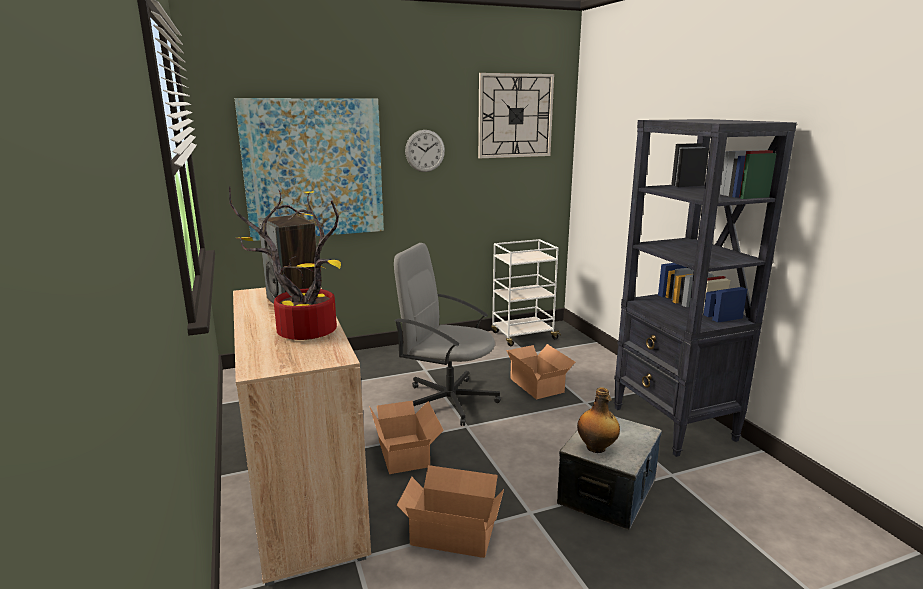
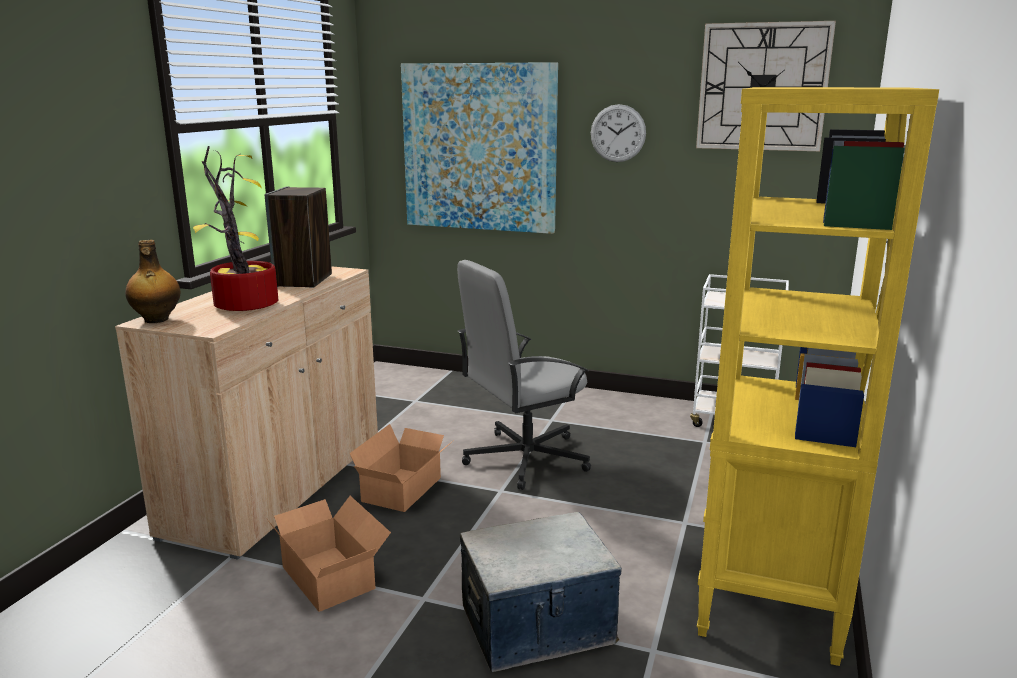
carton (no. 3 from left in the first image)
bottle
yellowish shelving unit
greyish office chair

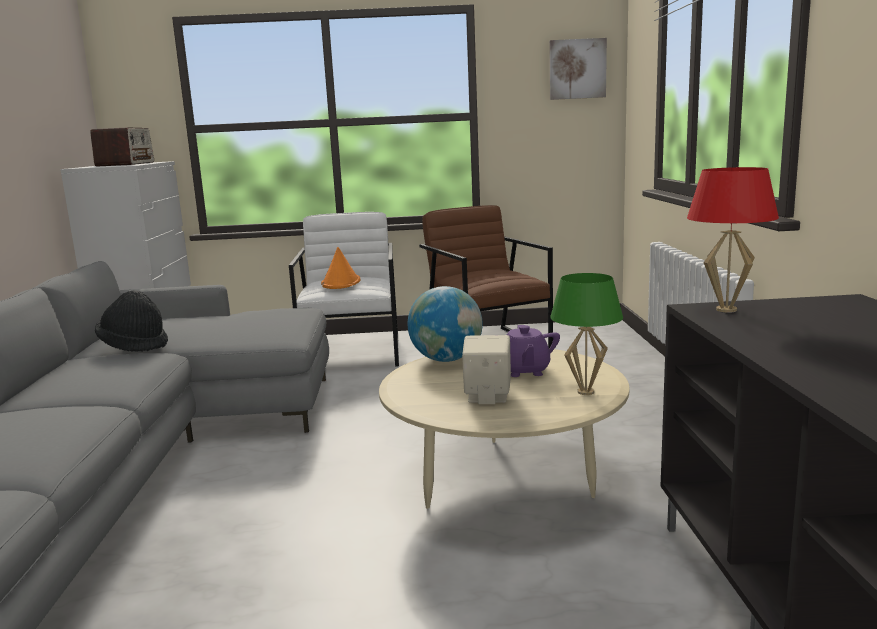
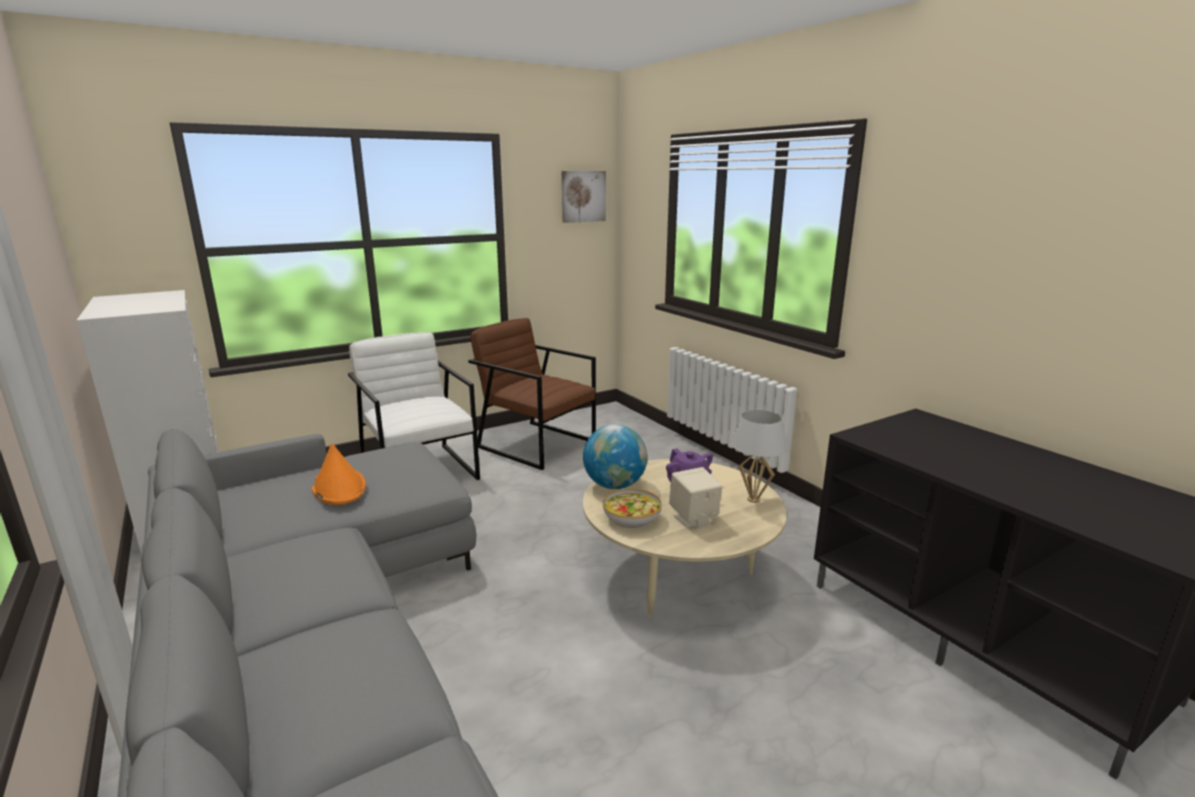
radio receiver
black-coloured hat
red-coloured lamp for a table
deep dish
orangey hat
white-coloured lamp for a table

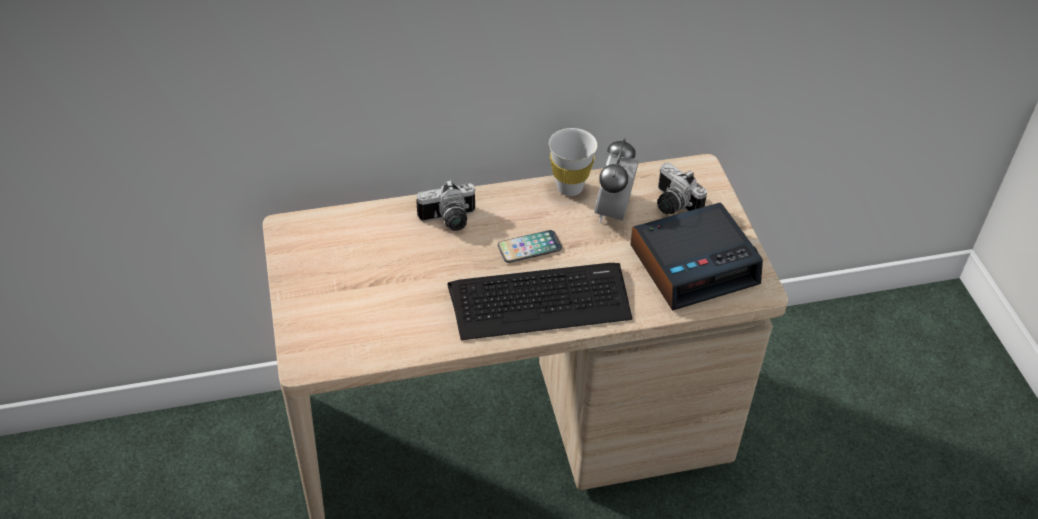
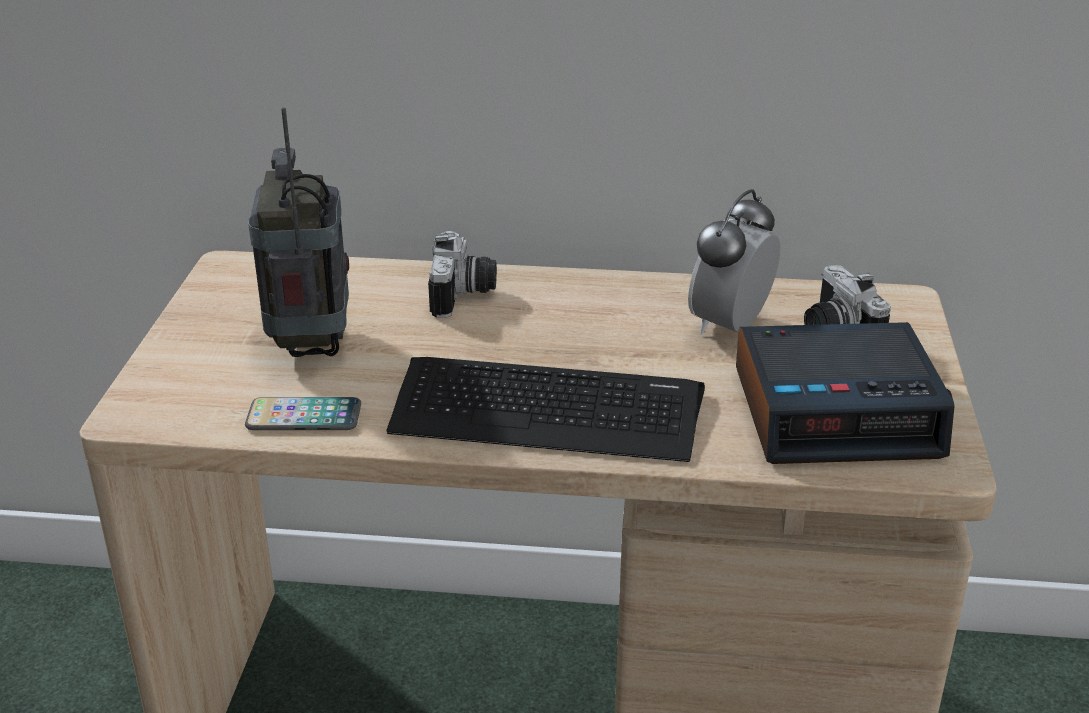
white-coloured cup
radio receiver
phone
still camera (no. 1 from left)

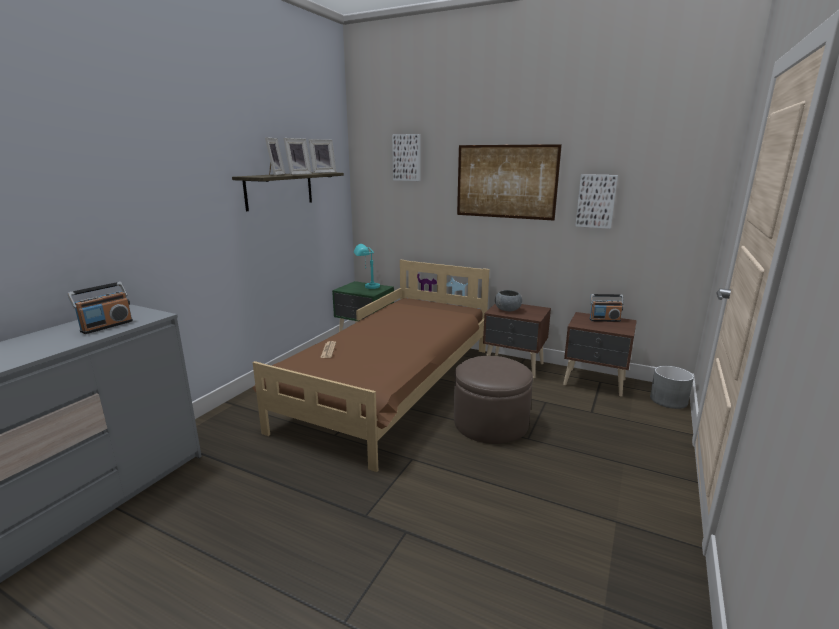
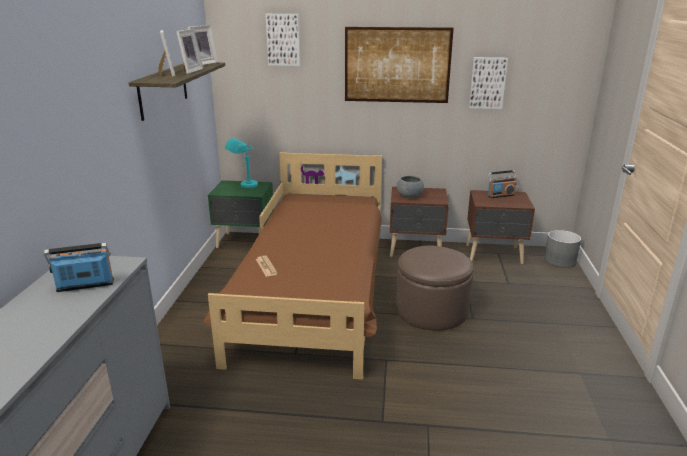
radio receiver (no. 1 from left)

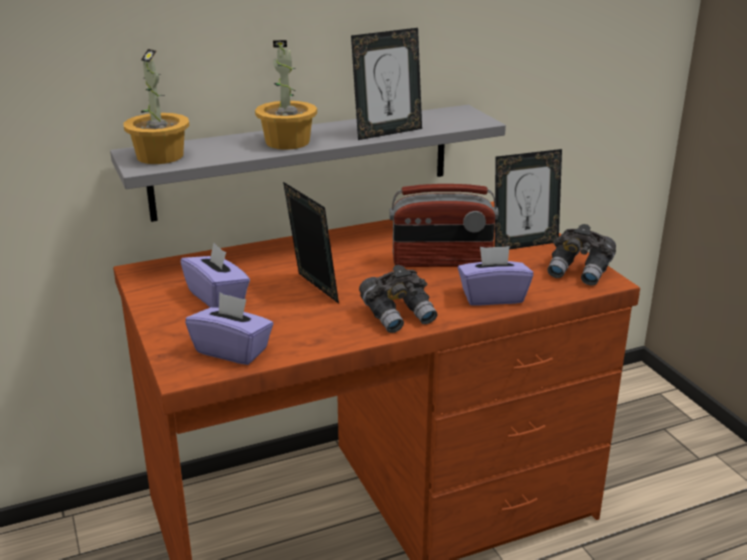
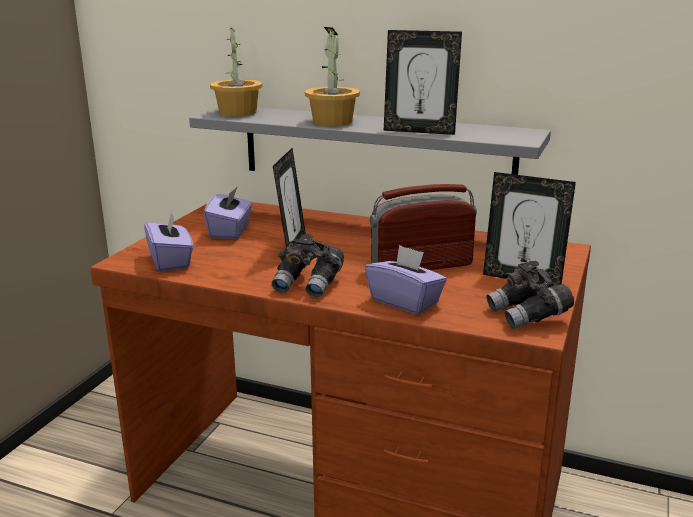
radio receiver

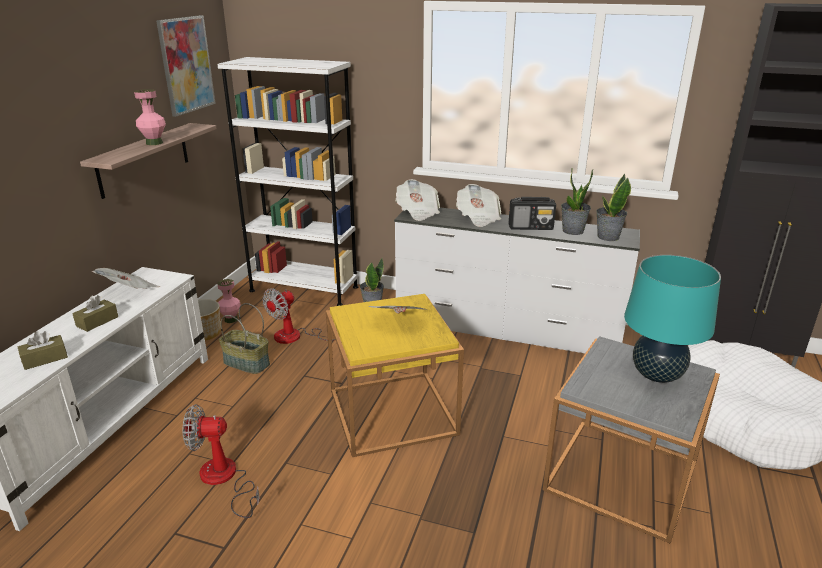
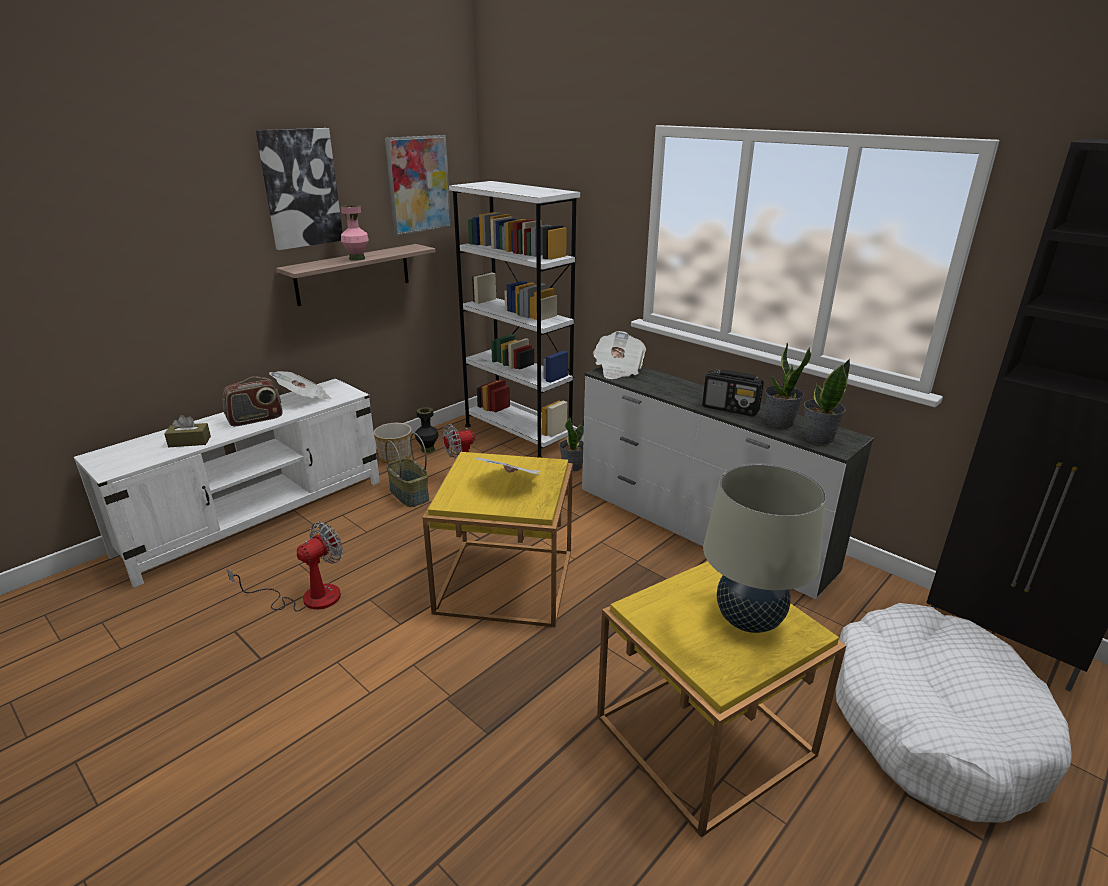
newspaper (no. 4 from left in the first image)
wall picture (no. 1 from left)
radio receiver (no. 1 from left)
black-coloured decorative vase
yellowish accent table (no. 2 from left)
beige-coloured lamp for a table
electric fan (no. 1 from left)

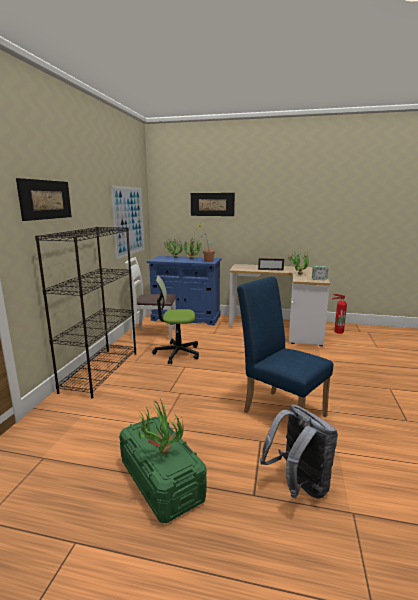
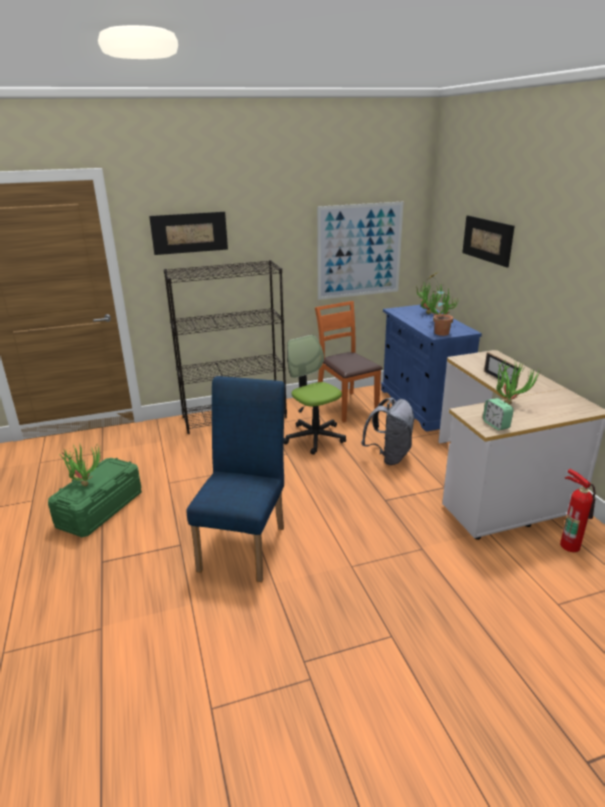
greyish rucksack
orangey plain chair

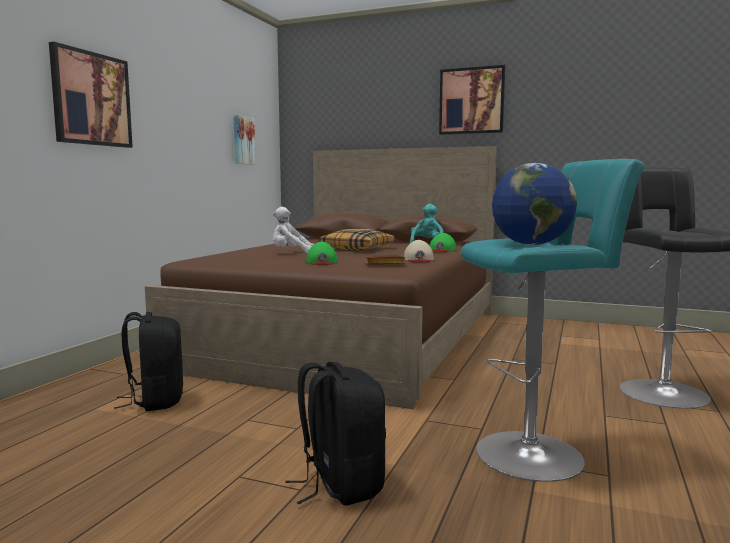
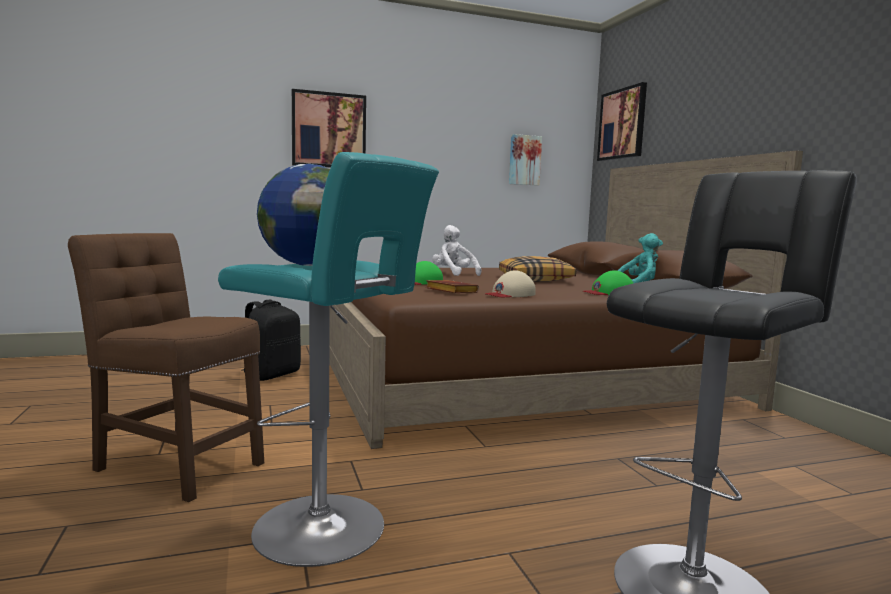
wall picture (no. 3 from left)
brownish plain chair

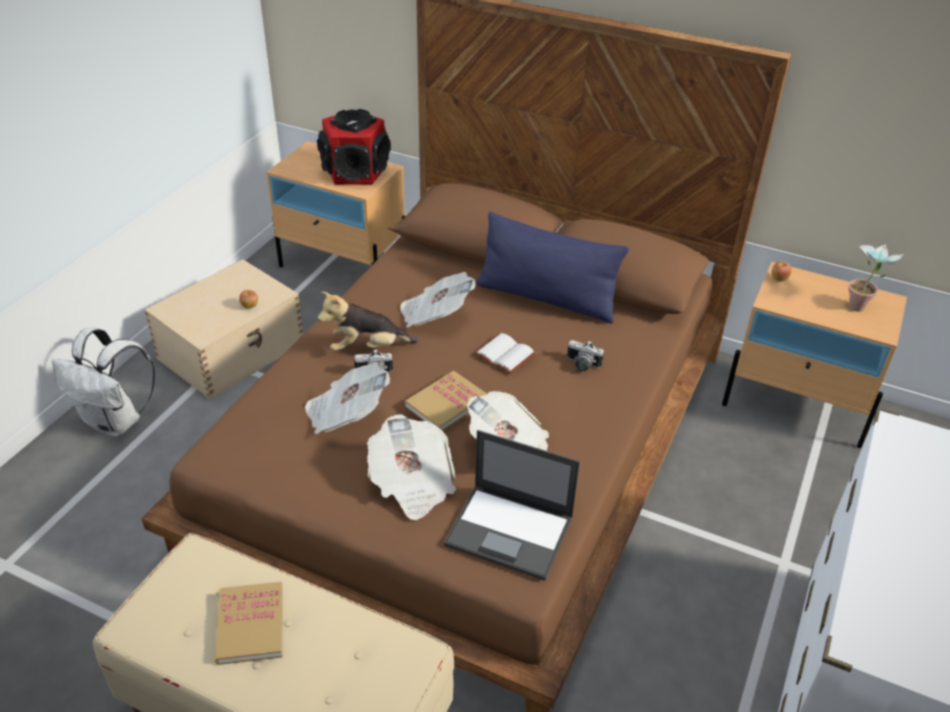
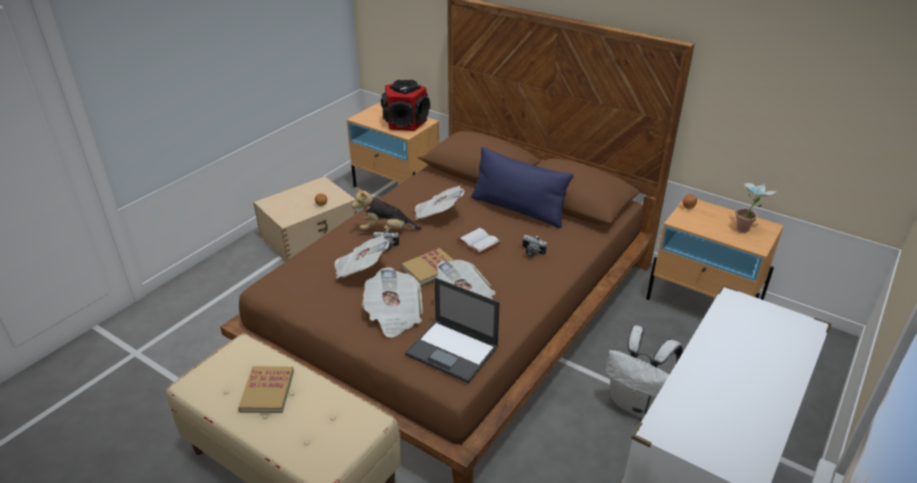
white-coloured rucksack

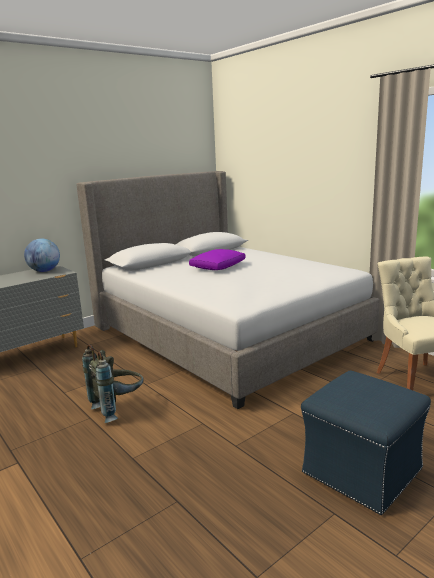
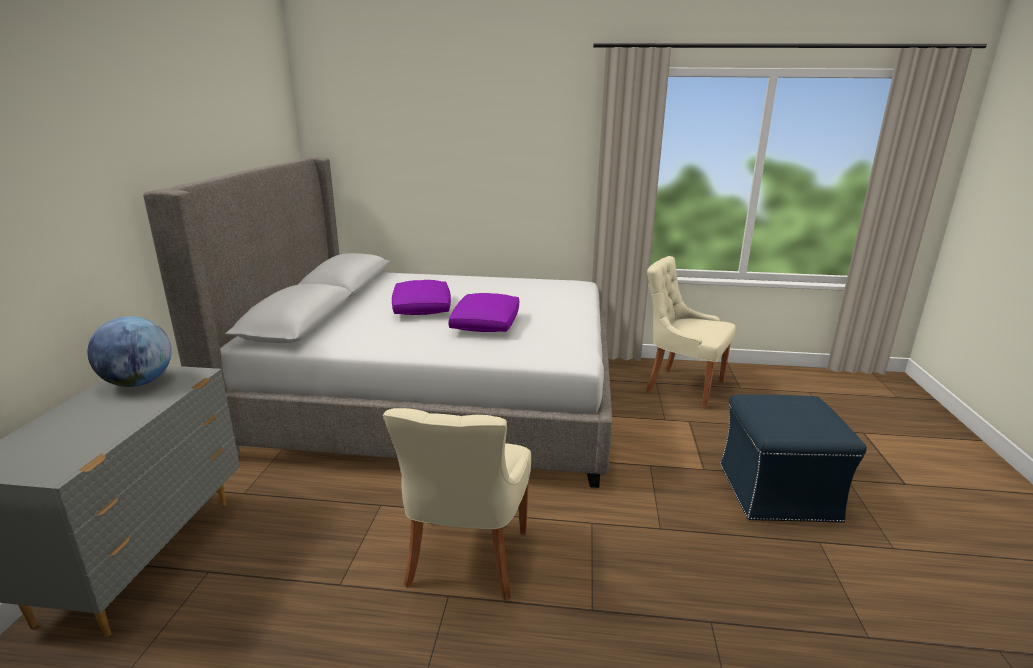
purple-coloured pillow (no. 2 from left)
beige-coloured plain chair (no. 1 from left)

